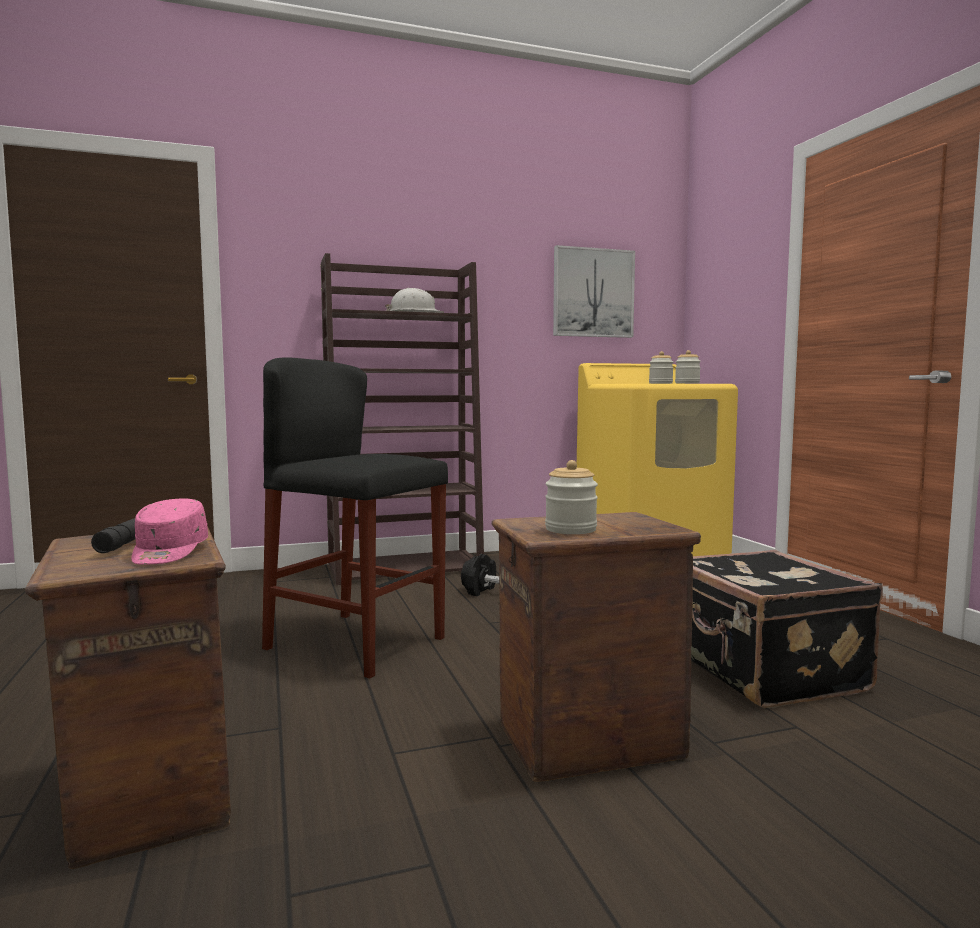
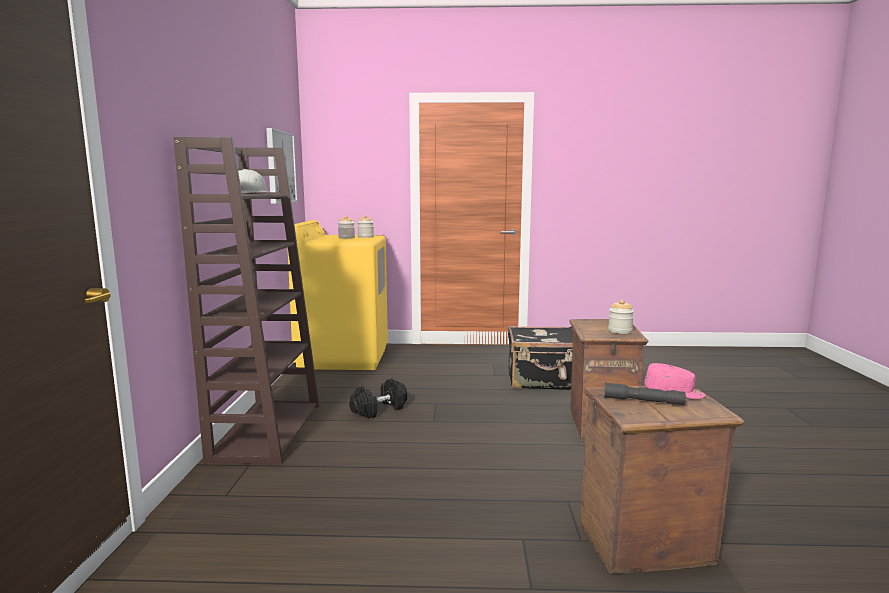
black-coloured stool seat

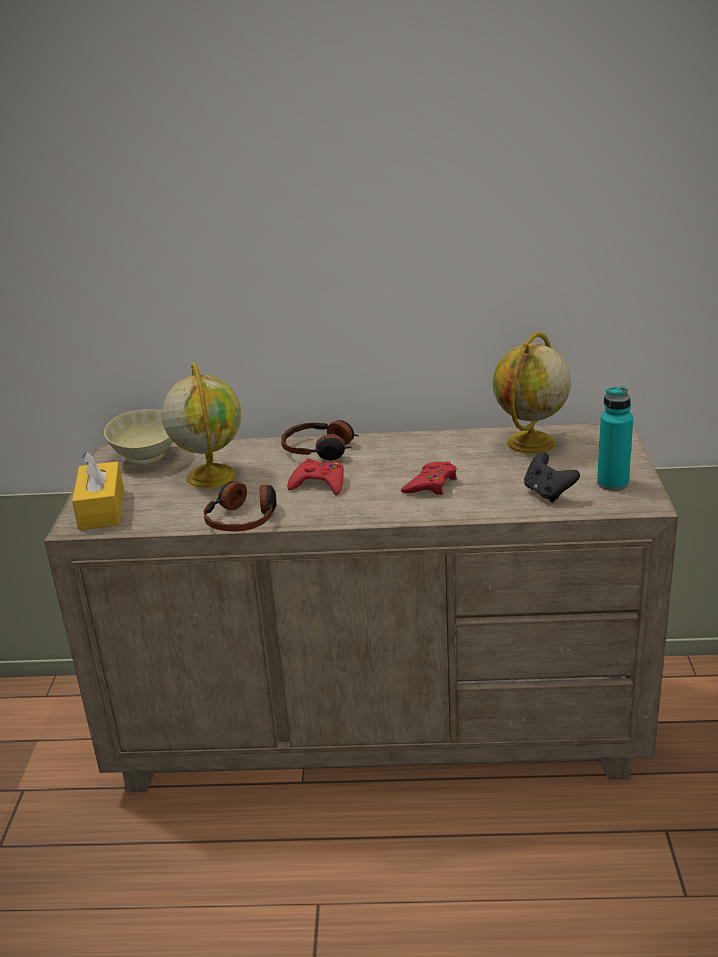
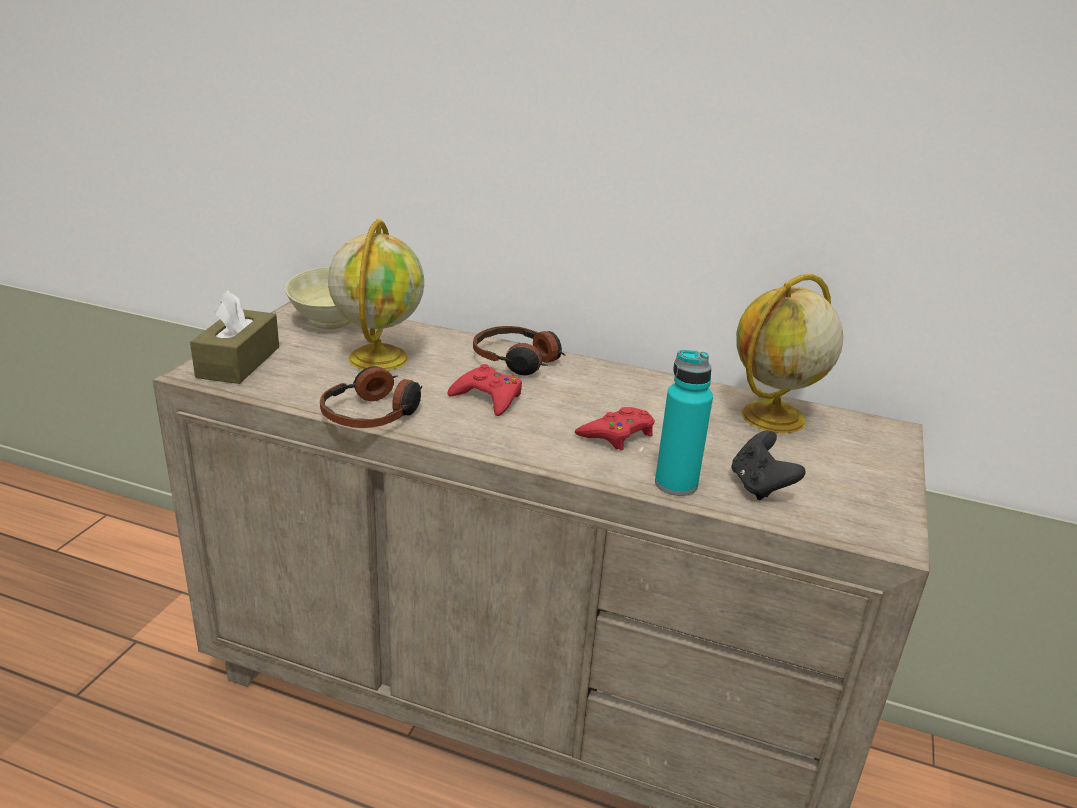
turquoise bottle
brownish tissue holder

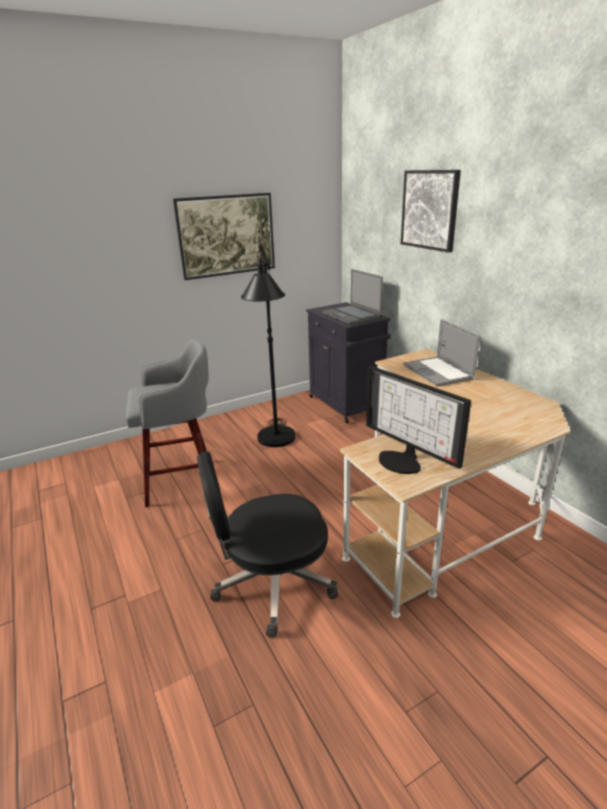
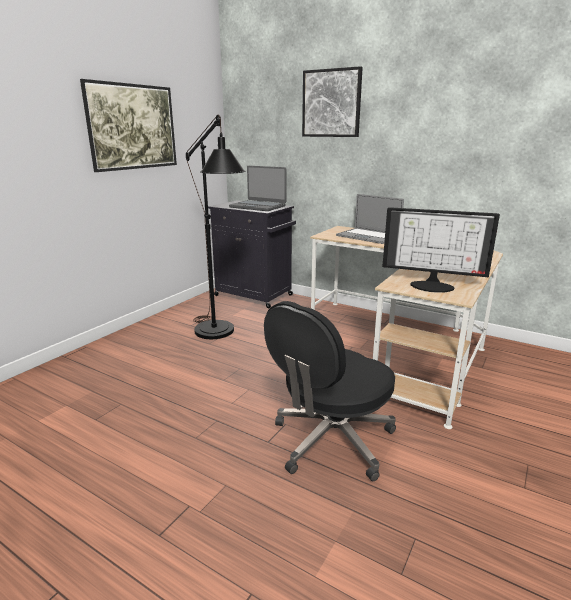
greyish stool seat

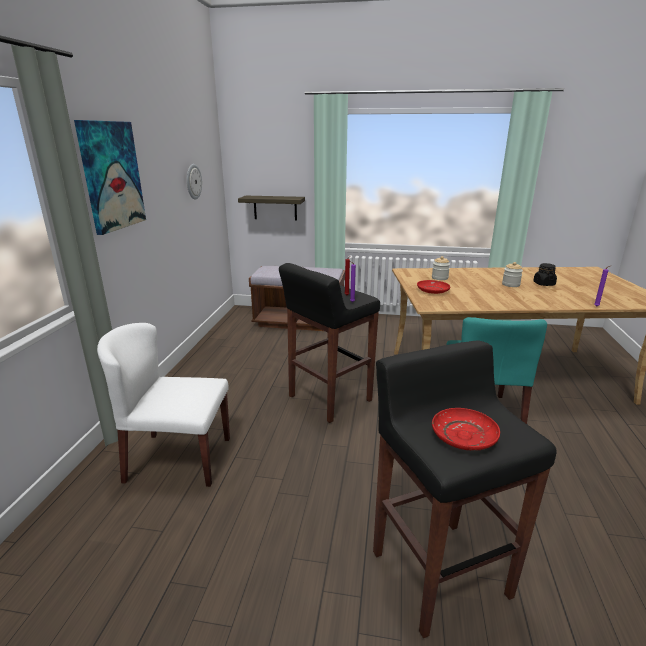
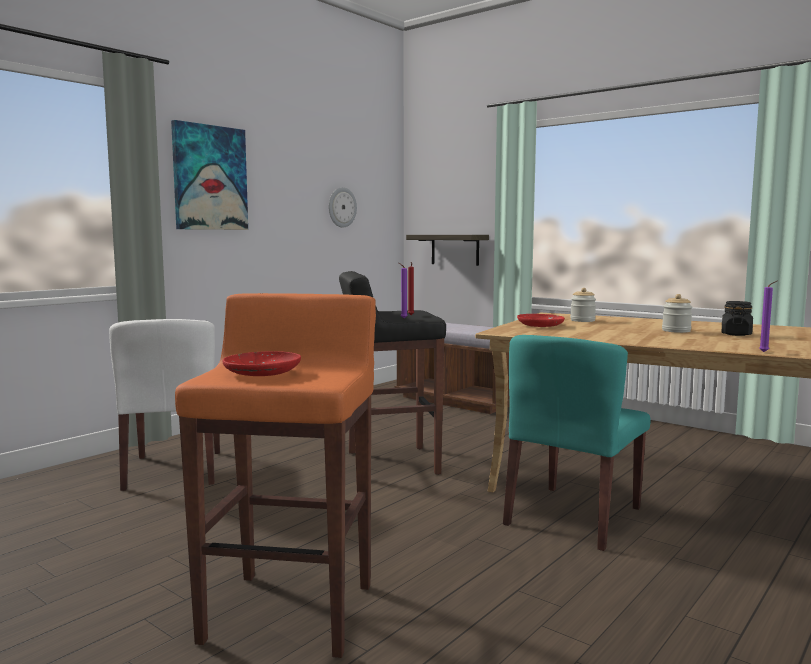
orangey stool seat
white-coloured plain chair

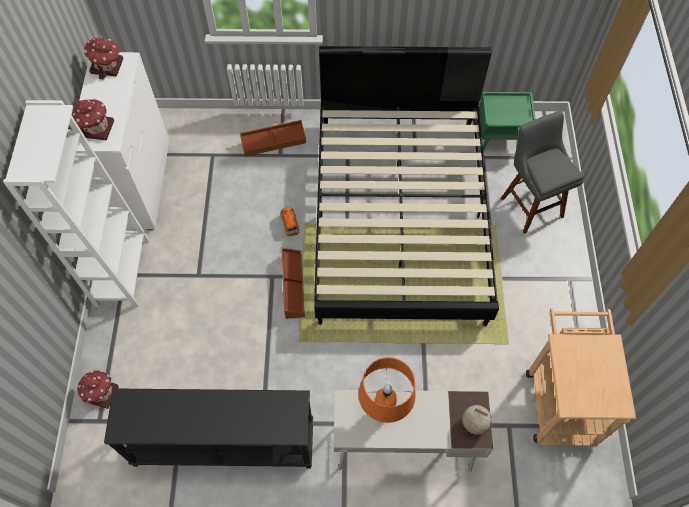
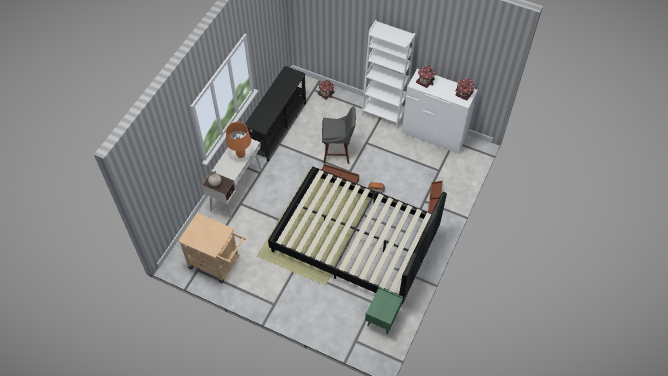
greyish stool seat

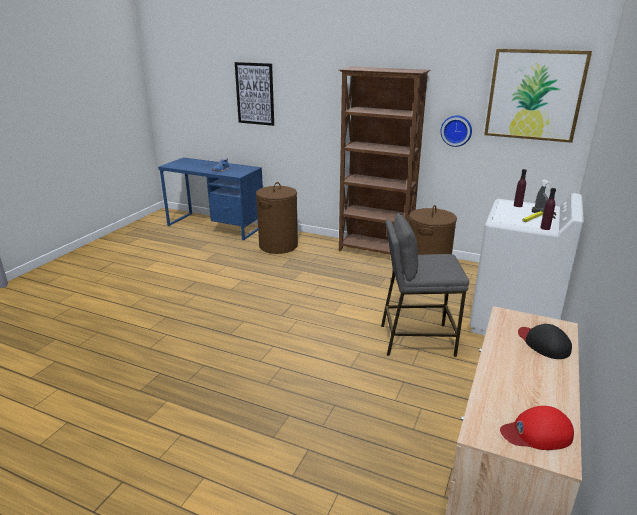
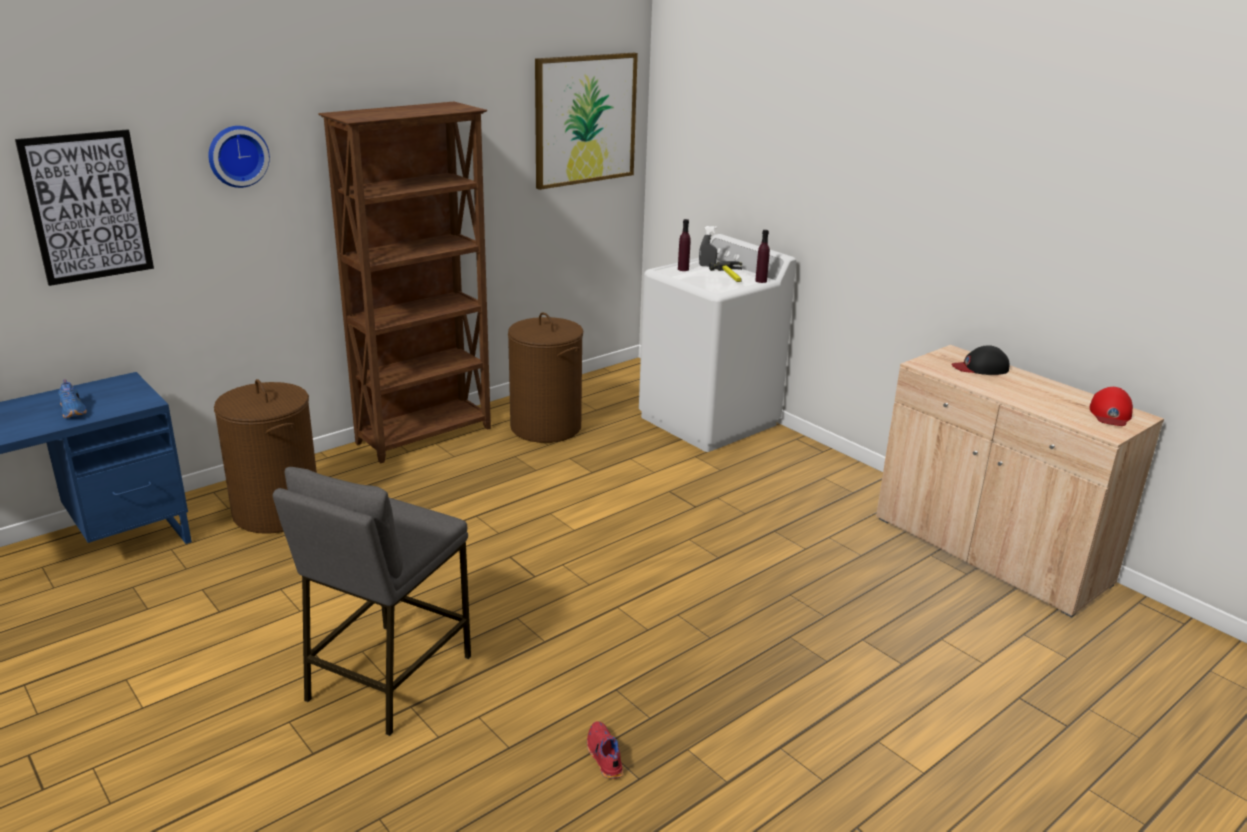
red-coloured shoe
greyish stool seat
hanging clock

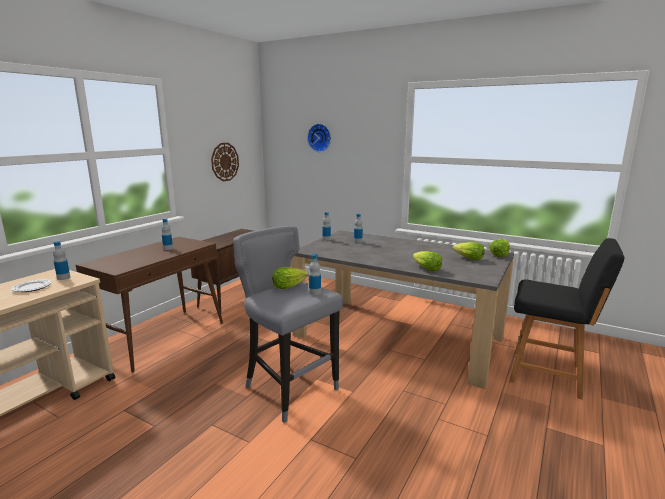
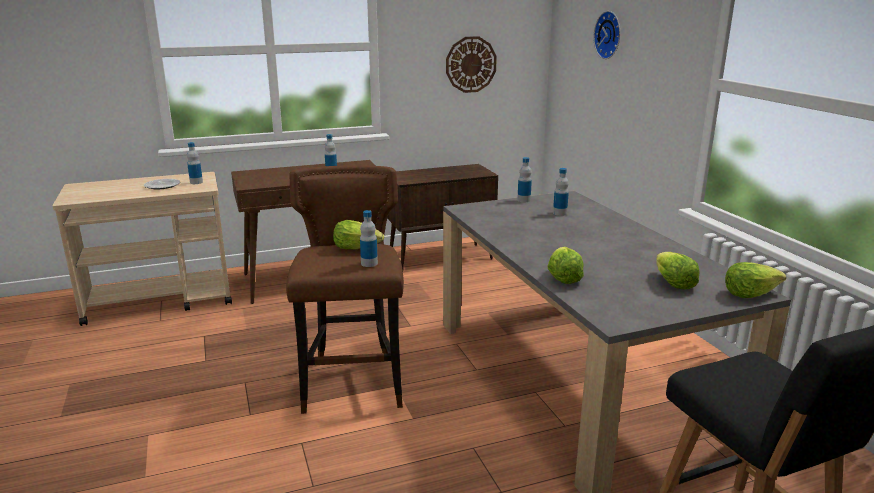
brownish stool seat

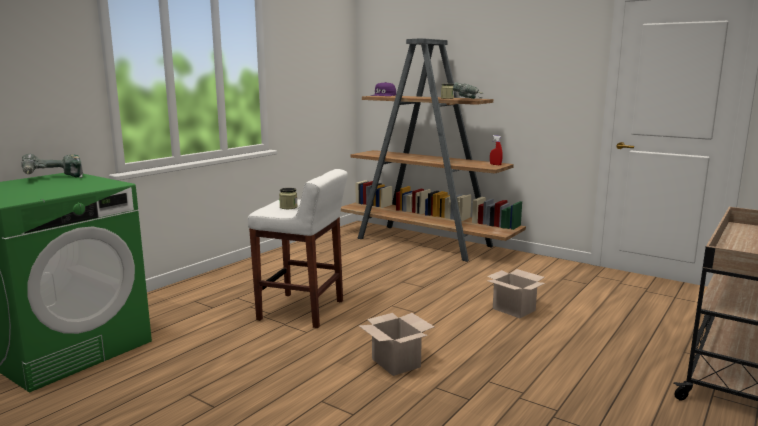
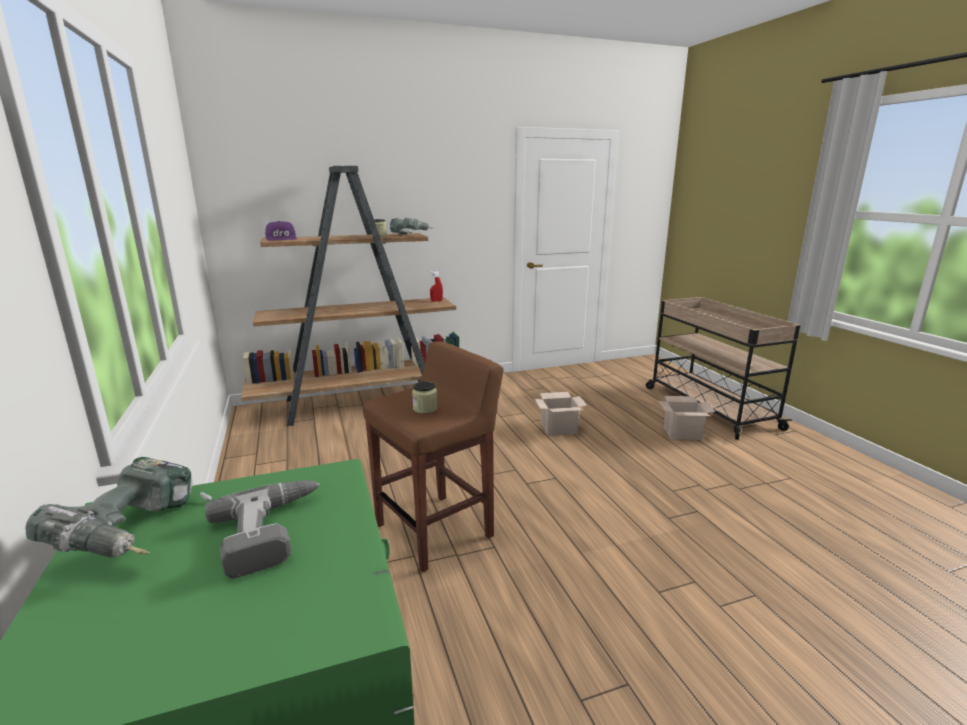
drill (no. 2 from left)
carton (no. 2 from left)
brownish stool seat

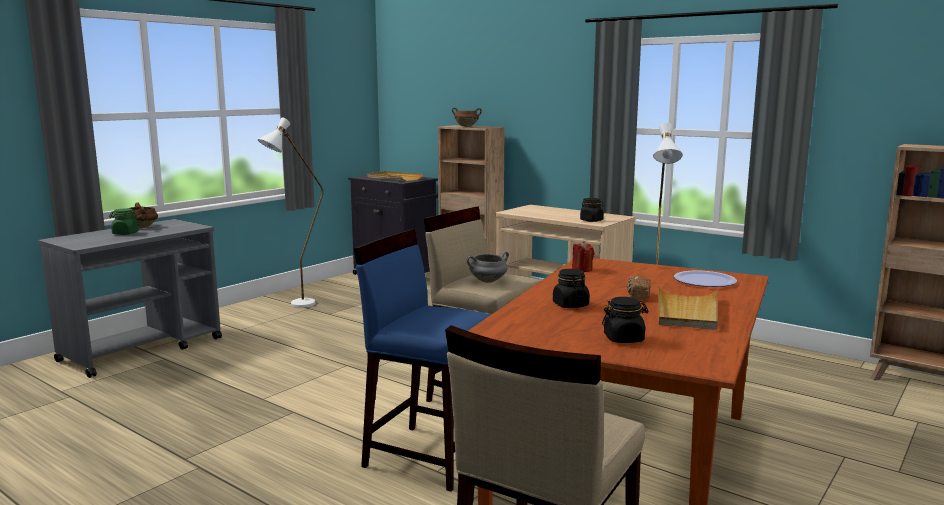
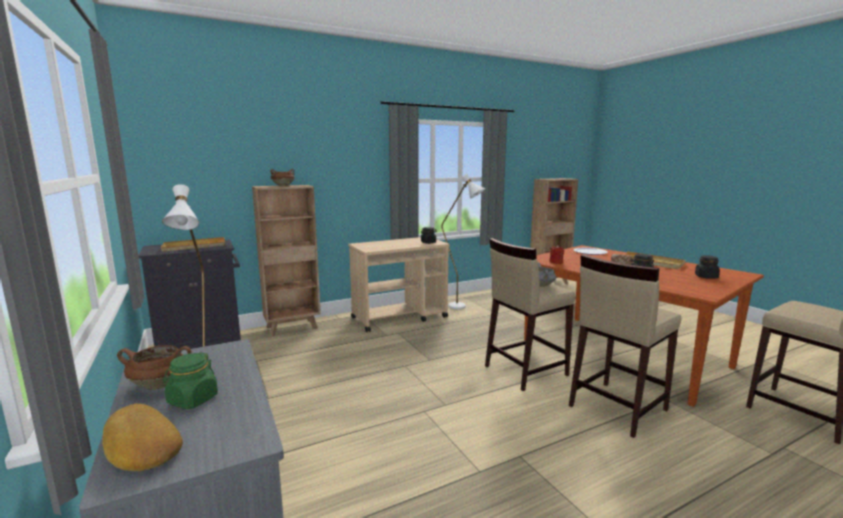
baked bread (no. 1 from left)
beige-coloured stool seat (no. 2 from left)

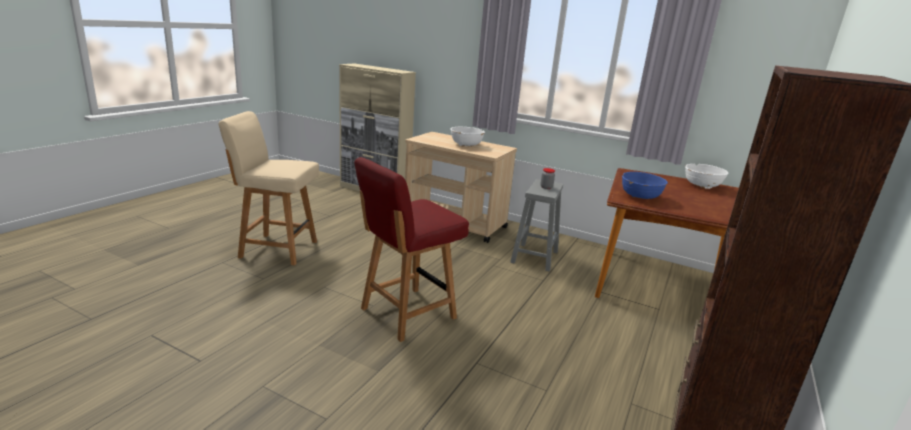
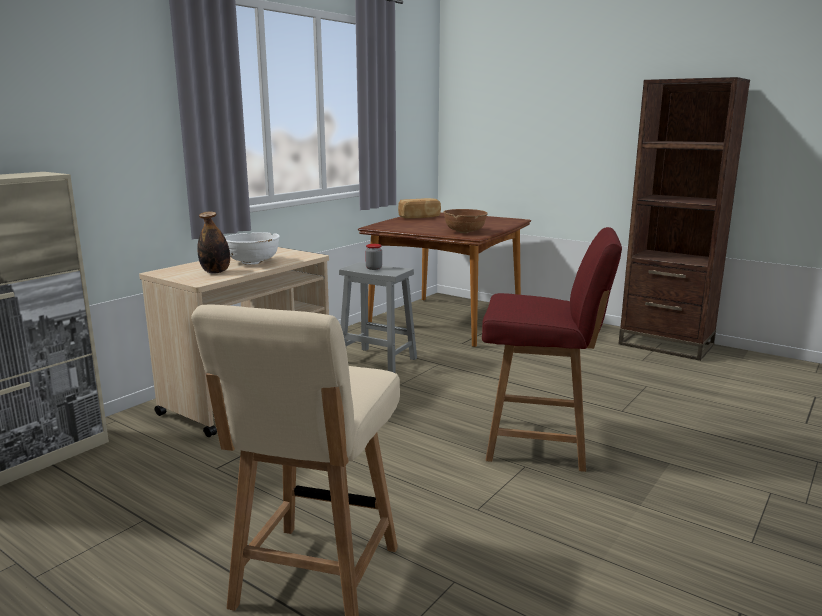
bottle
baked bread
brownish deep dish
red-coloured plain chair

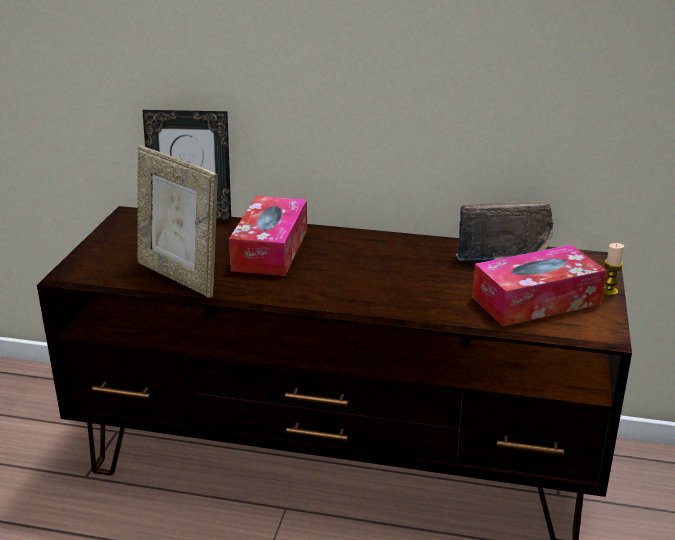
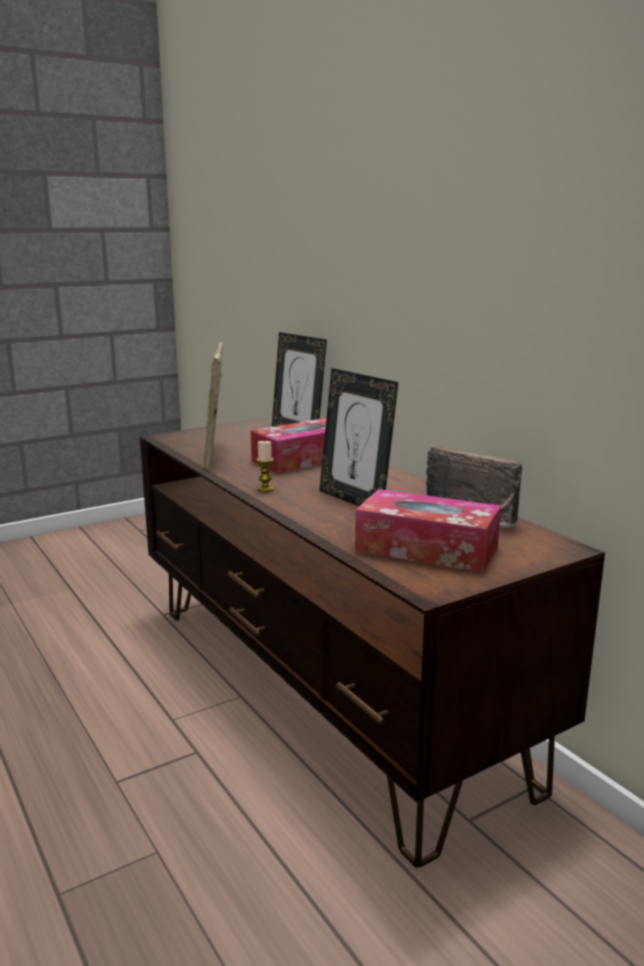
picture frame (no. 3 from left)
wax light

